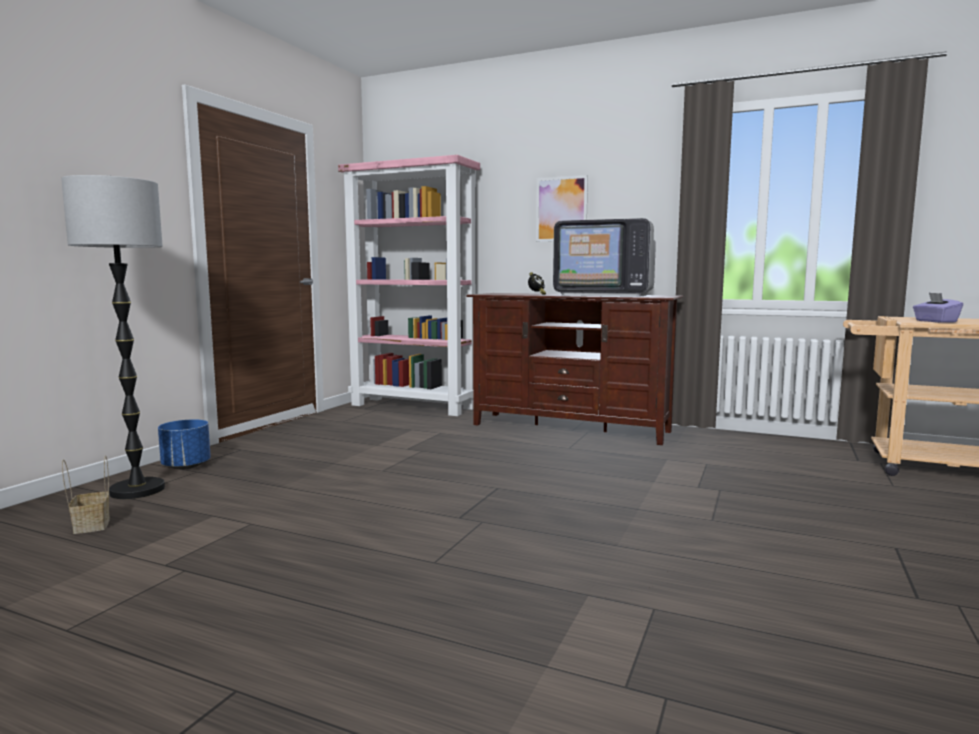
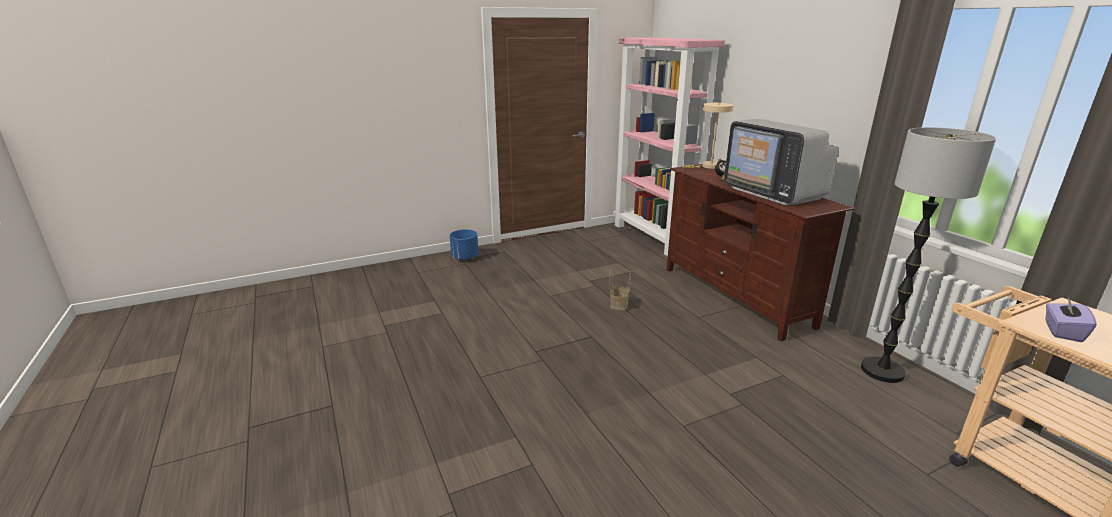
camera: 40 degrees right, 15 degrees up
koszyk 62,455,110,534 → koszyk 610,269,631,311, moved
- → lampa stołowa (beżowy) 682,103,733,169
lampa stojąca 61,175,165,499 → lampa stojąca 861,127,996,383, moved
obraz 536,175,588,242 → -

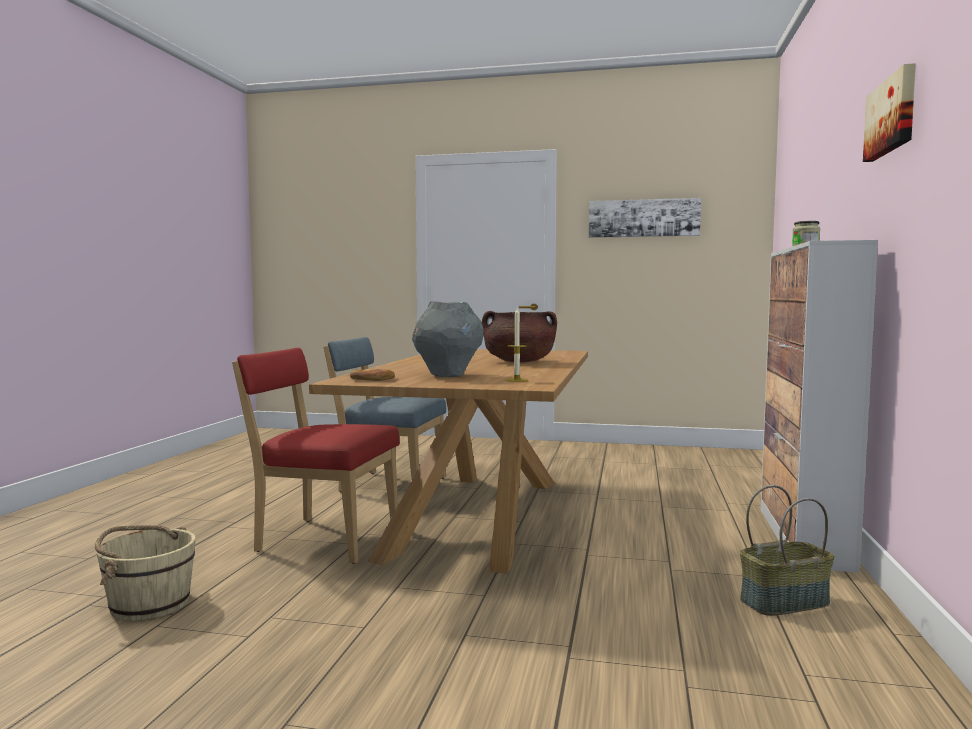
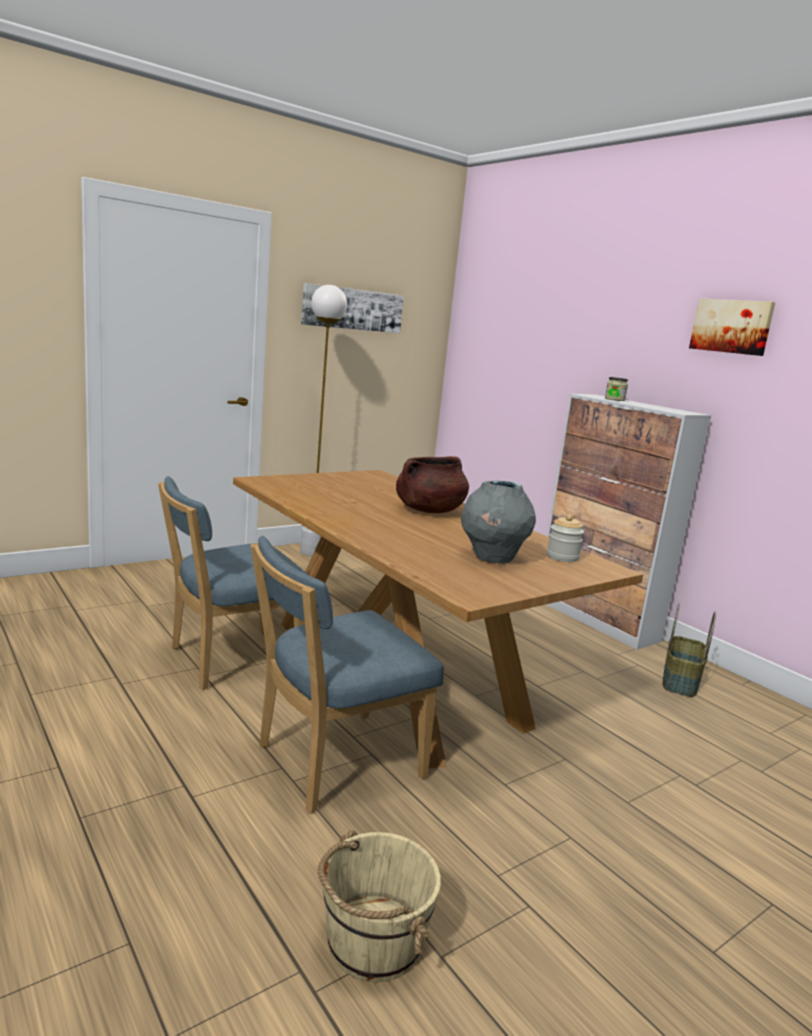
camera: 50 degrees left, 10 degrees up
krzesło (czerwony) 232,348,399,564 → krzesło (niebieski) 251,536,444,814
- → lampa stojąca (biały) 300,285,347,557
świeca 506,308,528,382 → słoik 547,515,584,562
chleb 350,369,395,381 → -

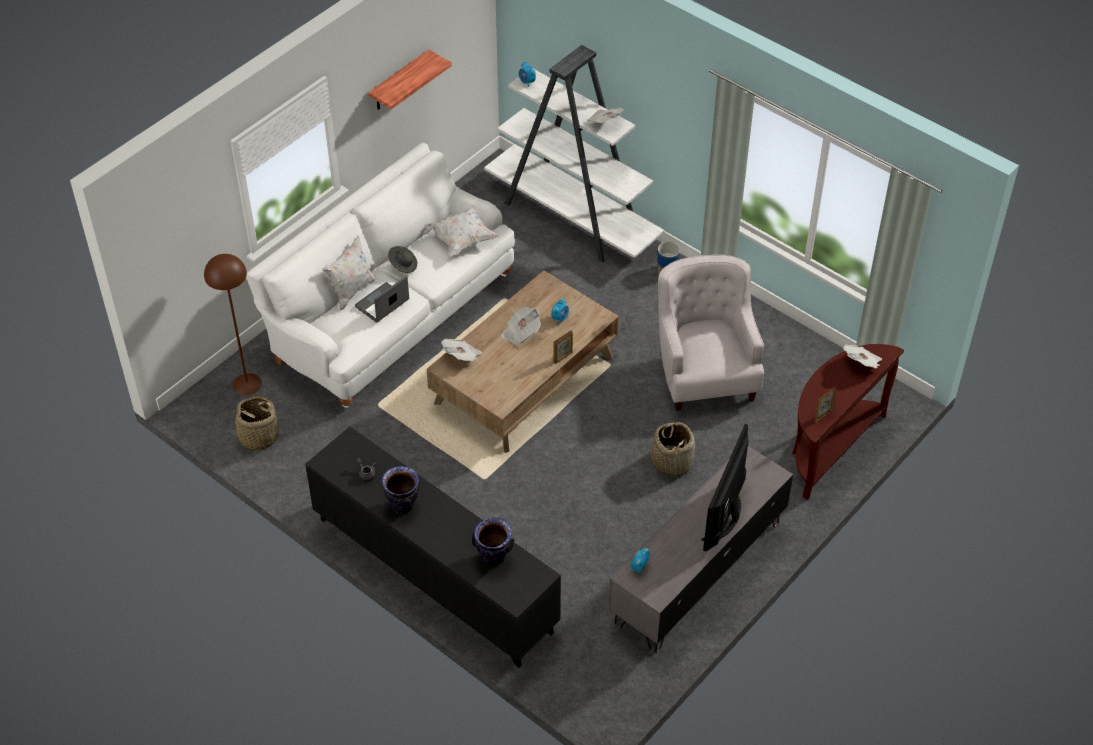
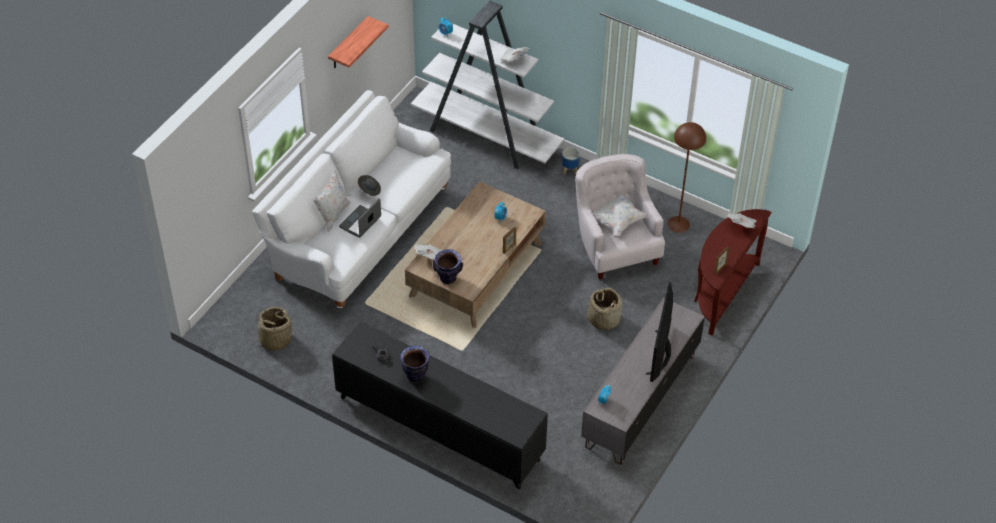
camera: 10 degrees left, 0 degrees up
wazon 472,518,515,566 → wazon 433,249,463,284, moved
poduszka (biały) 426,205,499,256 → poduszka (biały) 592,192,649,236, moved
lampa stojąca (brązowy) 204,254,262,395 → lampa stojąca (brązowy) 667,122,706,233, moved
gazeta 501,307,541,346 → -

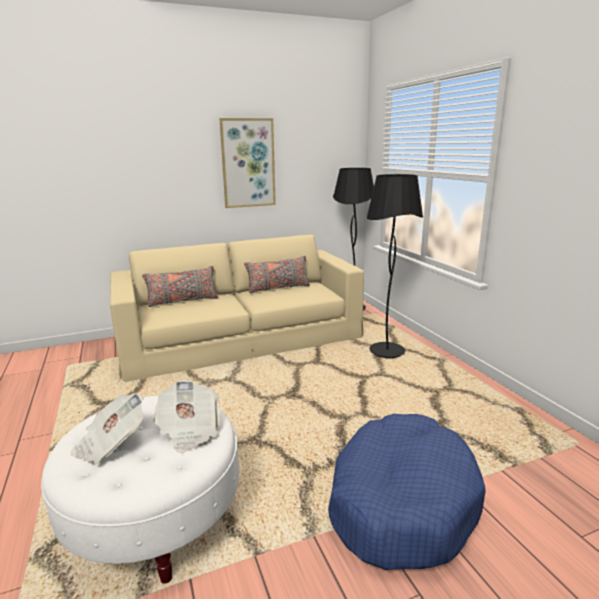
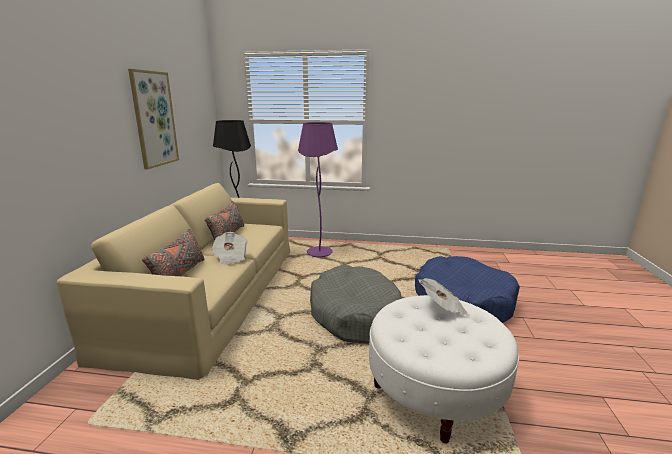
camera: 60 degrees left, 0 degrees up
gazeta 71,393,144,464 → gazeta 211,232,248,266, moved
lampa stojąca (czarny) 367,174,423,358 → lampa stojąca (fioletowy) 298,122,338,257
- → legowisko (szary) 310,265,402,343

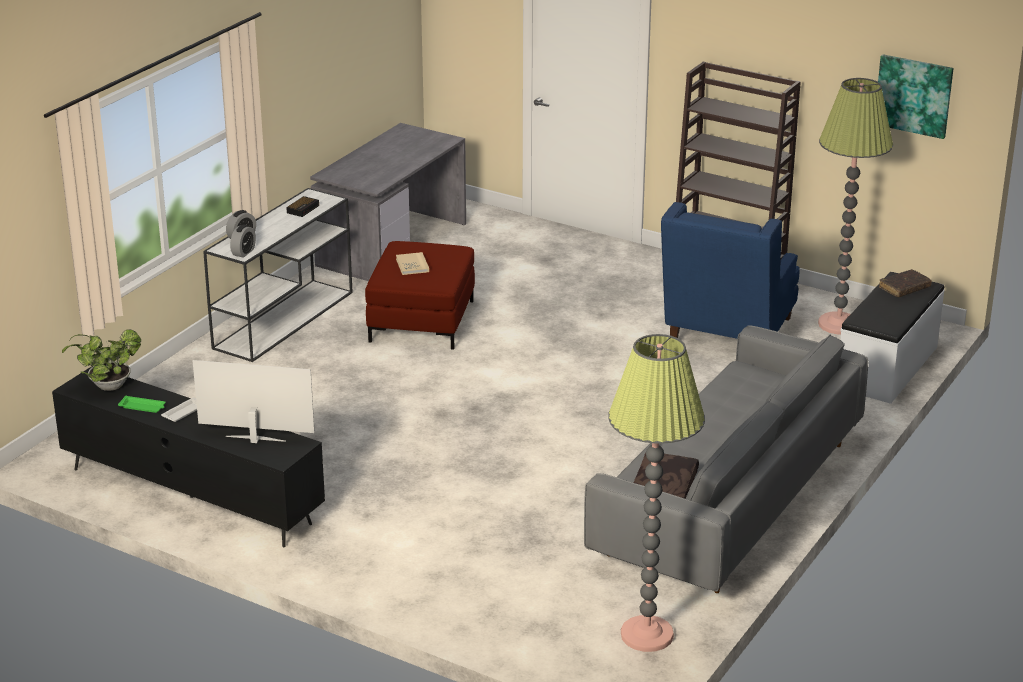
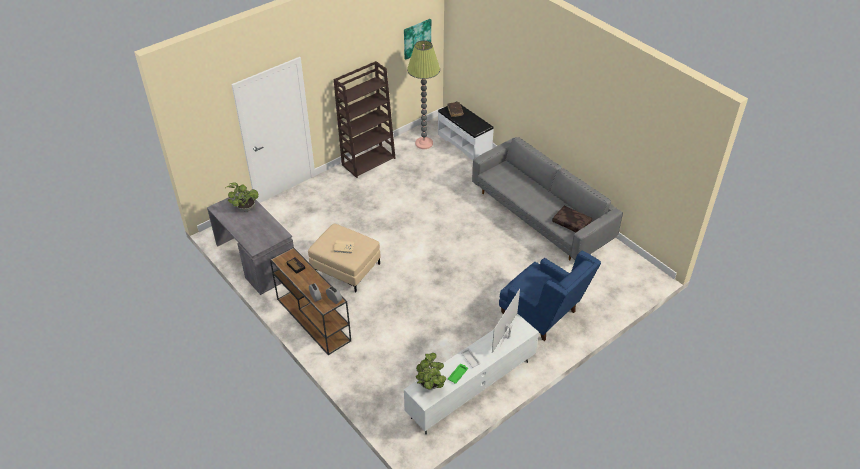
camera: 70 degrees left, 15 degrees up
- → roślina doniczkowa 227,183,258,211
stolik konsolowy (biały) 203,188,353,362 → stolik konsolowy (brązowy) 270,247,351,355
pufa (czerwony) 365,241,475,350 → pufa (beżowy) 308,224,381,292
szafka pod telewizor (czarny) 52,366,325,547 → szafka pod telewizor (biały) 404,314,539,434
fotel (niebieski) 661,202,800,339 → fotel (niebieski) 499,251,601,341, moved
lampa stojąca 608,334,705,652 → -

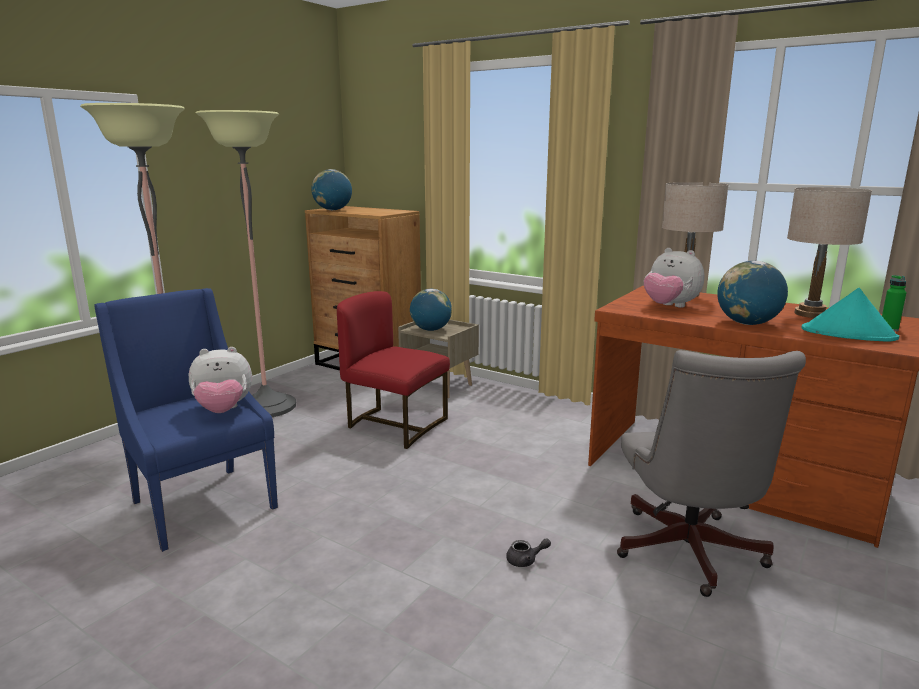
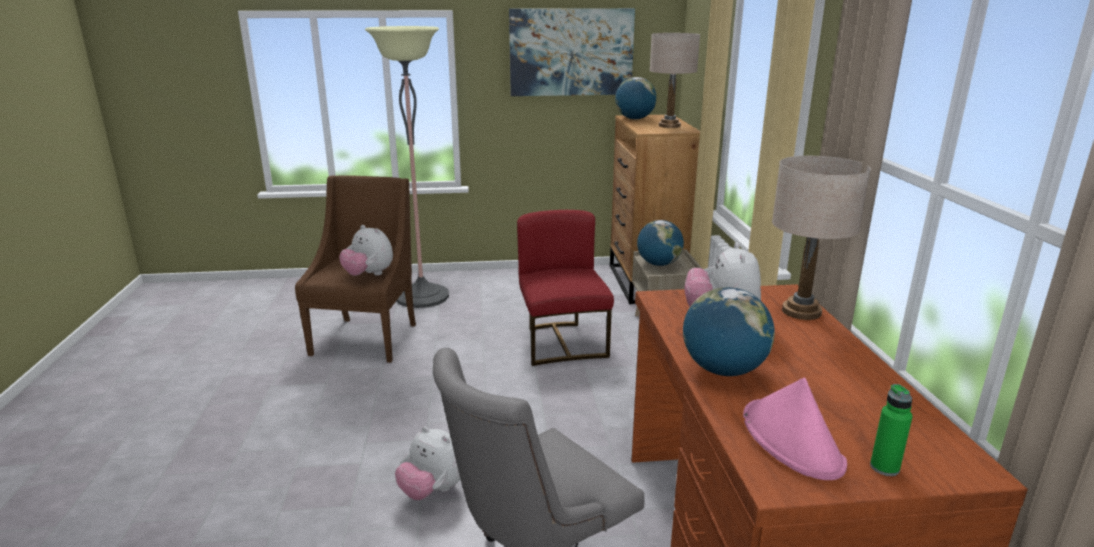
camera: 50 degrees right, 5 degrees up
fotel (niebieski) 94,288,278,552 → fotel (brązowy) 295,175,416,363
imbryk (szary) 506,538,551,567 → pluszak 395,427,461,500
- → obraz 509,8,635,96
lampa stołowa (beżowy) 787,187,872,318 → lampa stołowa (beżowy) 650,33,700,128, moved
kapelusz (turkusowy) 801,288,899,342 → kapelusz (różowy) 743,377,847,480
lampa stojąca 196,110,296,417 → -

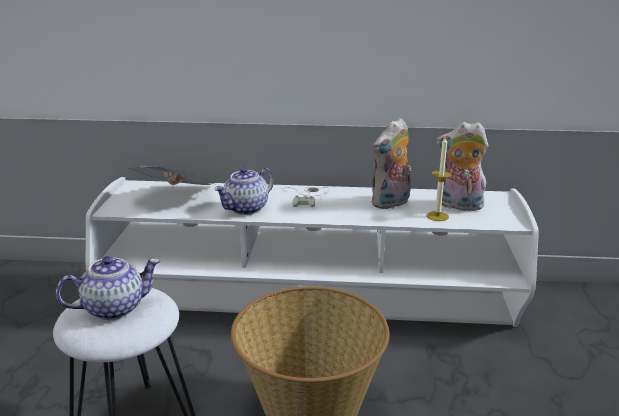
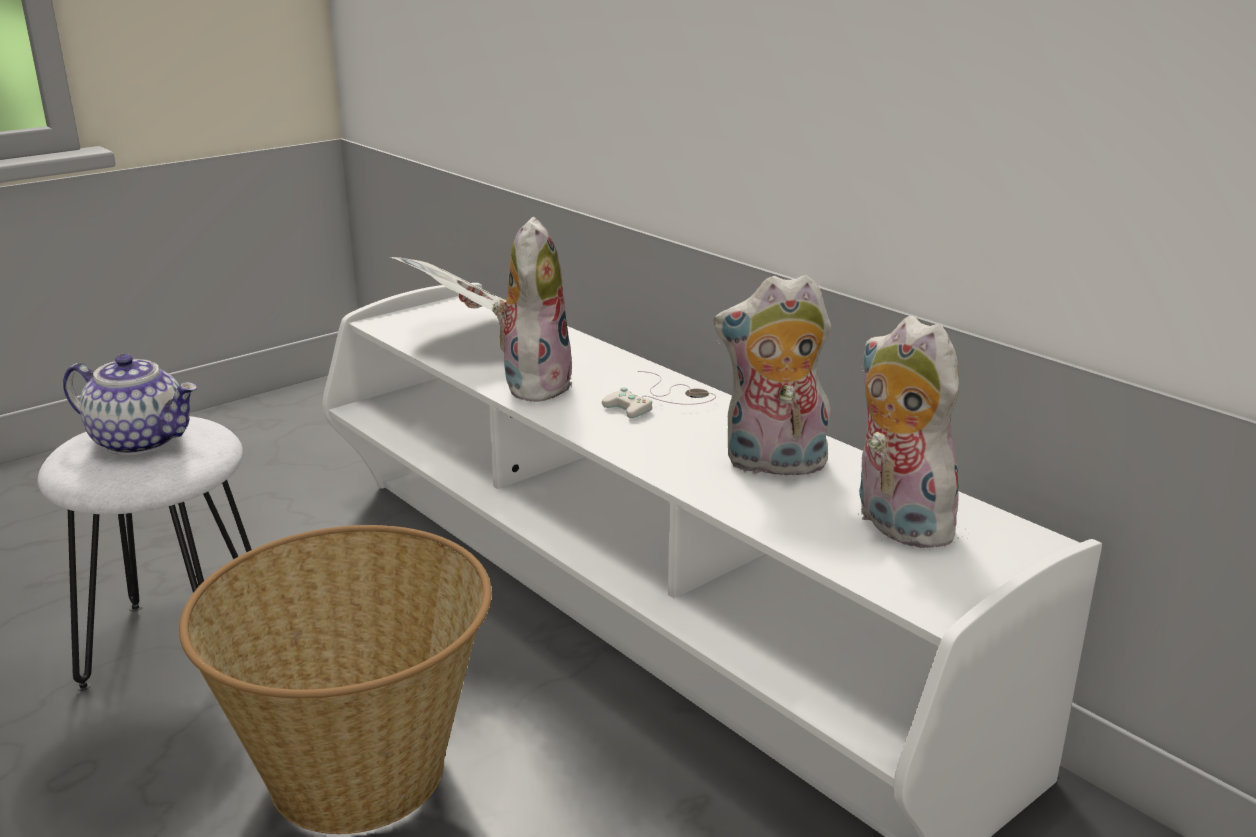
camera: 45 degrees right, 0 degrees up
imbryk 214,167,274,215 → pluszak 492,216,572,402
świeca 426,137,452,221 → -

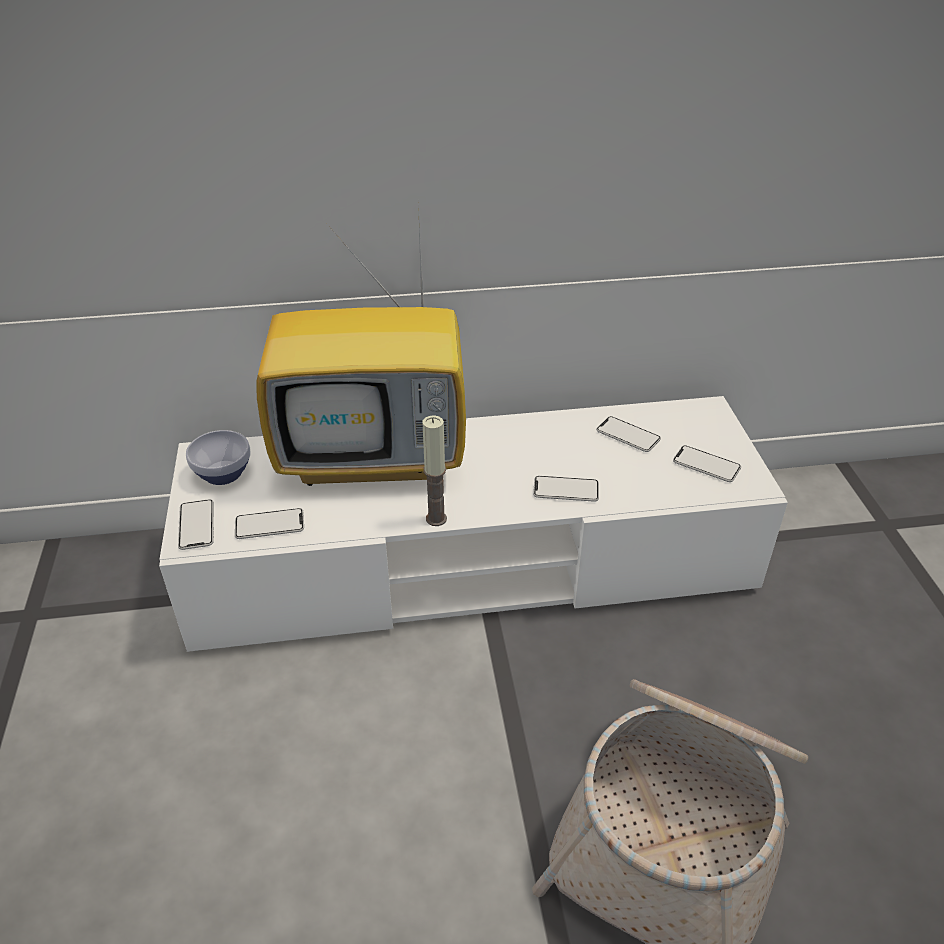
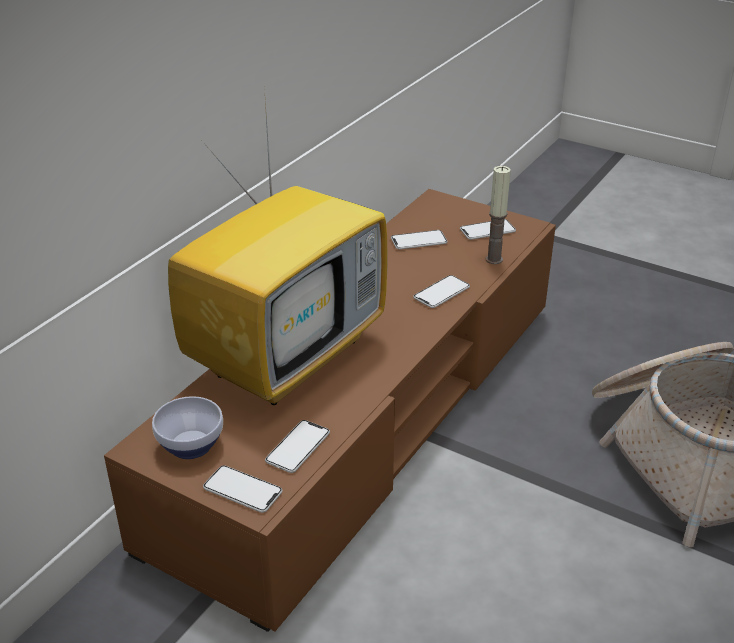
camera: 50 degrees left, 5 degrees down
szafka pod telewizor (biały) 159,396,788,652 → szafka pod telewizor (brązowy) 104,189,556,632
świeca 422,415,447,526 → świeca 486,166,511,264, moved

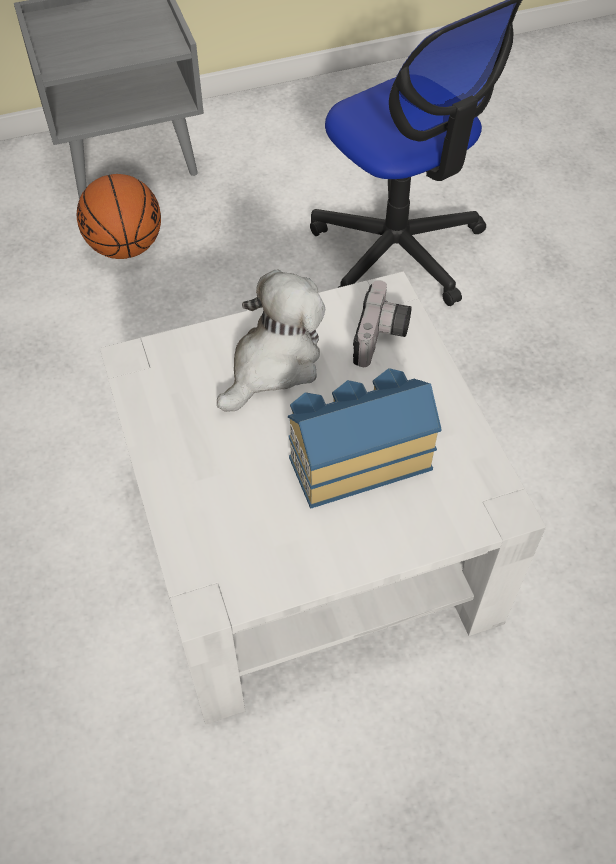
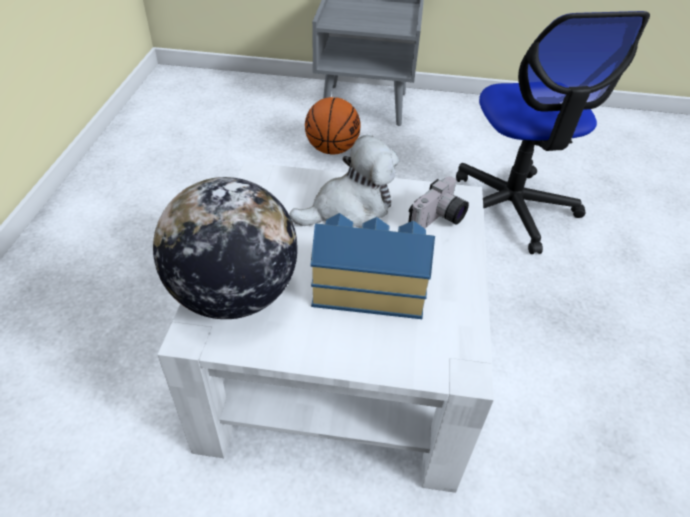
camera: 25 degrees right, 10 degrees down
- → globus 153,177,298,319

